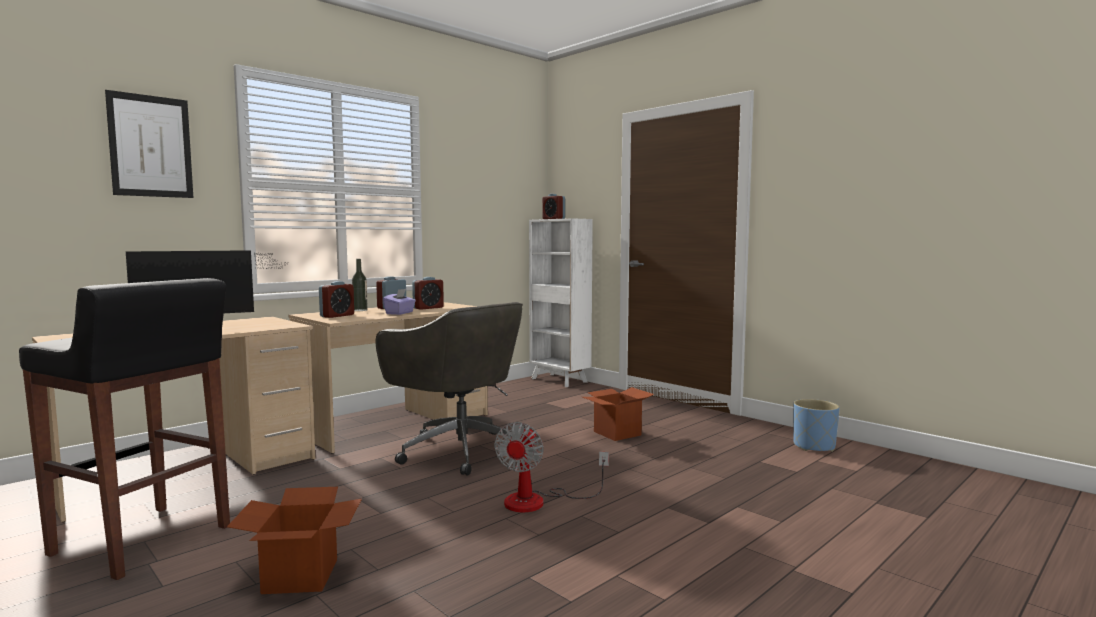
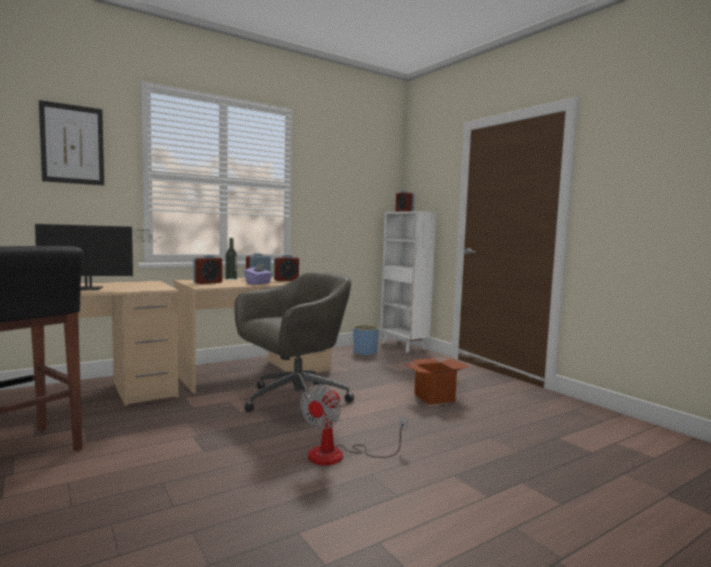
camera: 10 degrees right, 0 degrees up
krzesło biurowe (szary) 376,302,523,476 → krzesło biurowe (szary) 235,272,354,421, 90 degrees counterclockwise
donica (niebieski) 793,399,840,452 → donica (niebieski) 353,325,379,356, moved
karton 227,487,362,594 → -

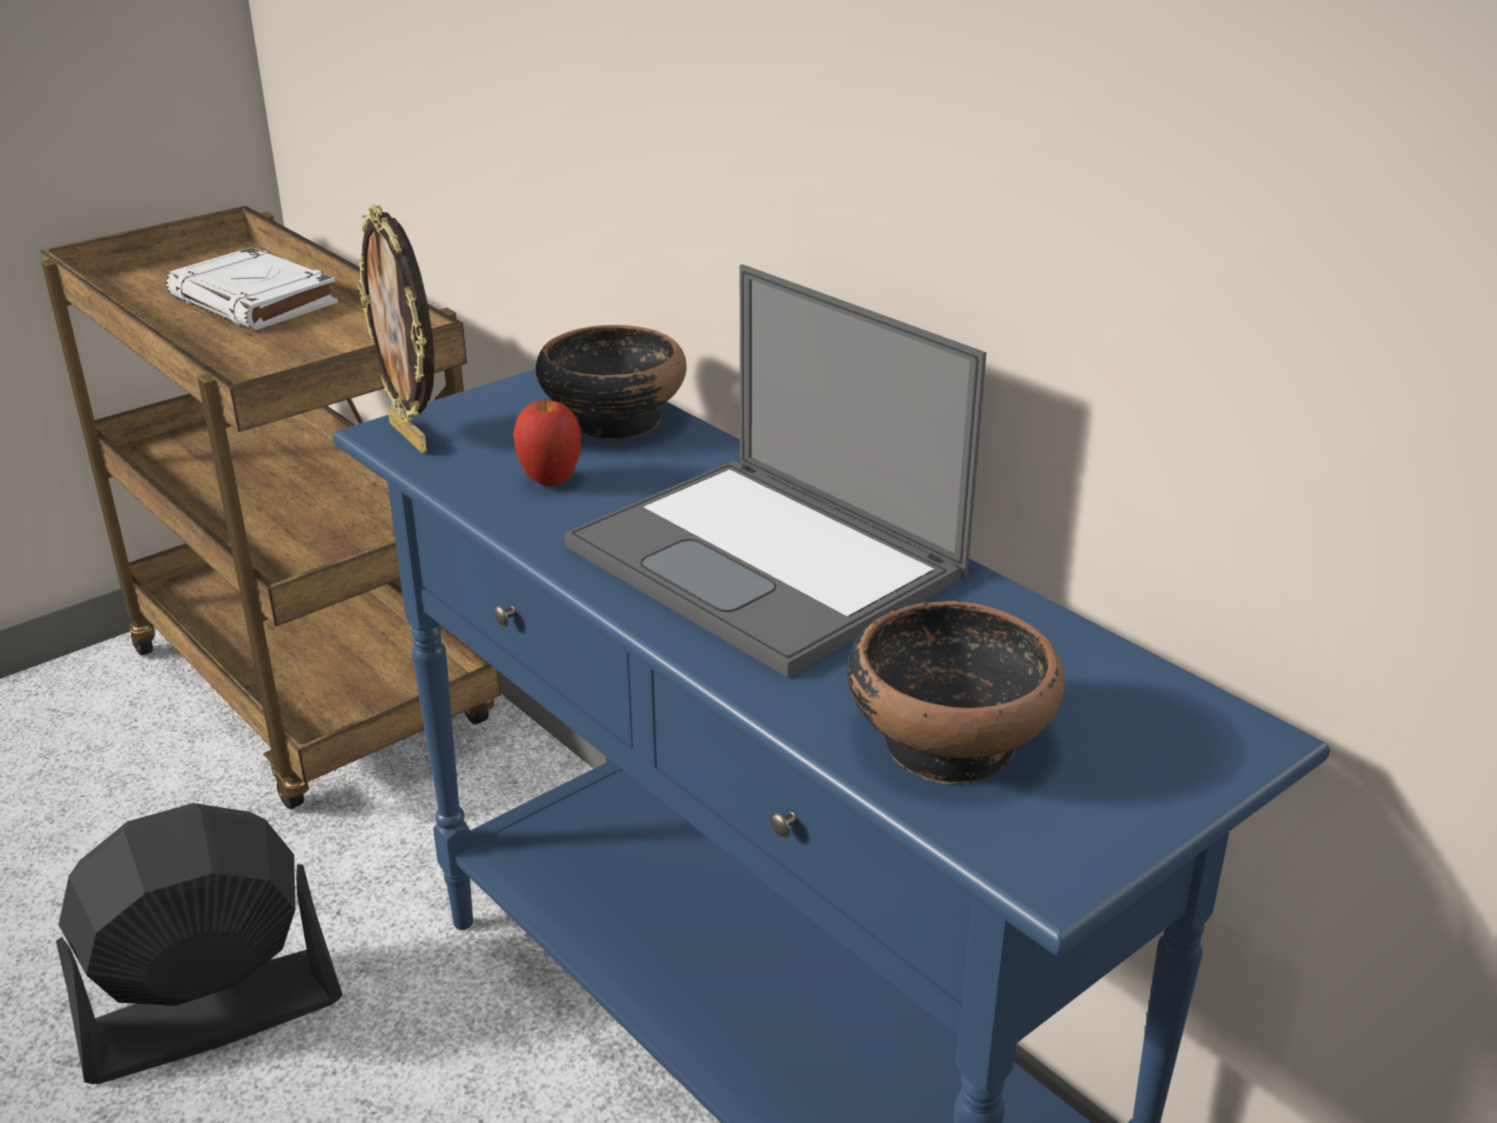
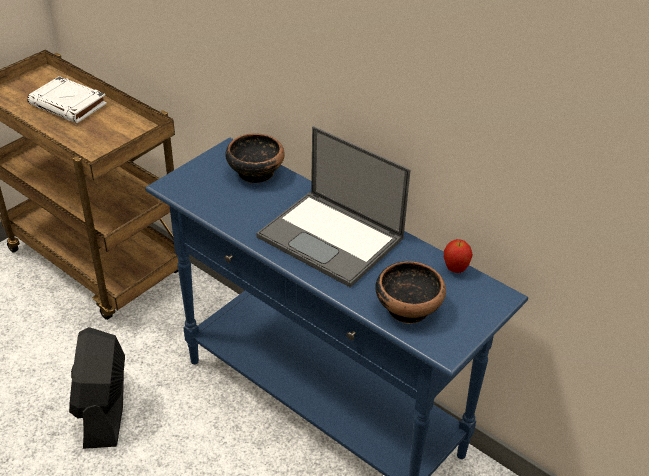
camera: 10 degrees left, 10 degrees up
wentylator (czarny) 56,803,343,1084 → wentylator (czarny) 69,327,125,449, 60 degrees counterclockwise
jabłko 513,397,581,486 → jabłko 444,239,473,273, moved
ramka na zdjęcie 358,204,434,453 → -

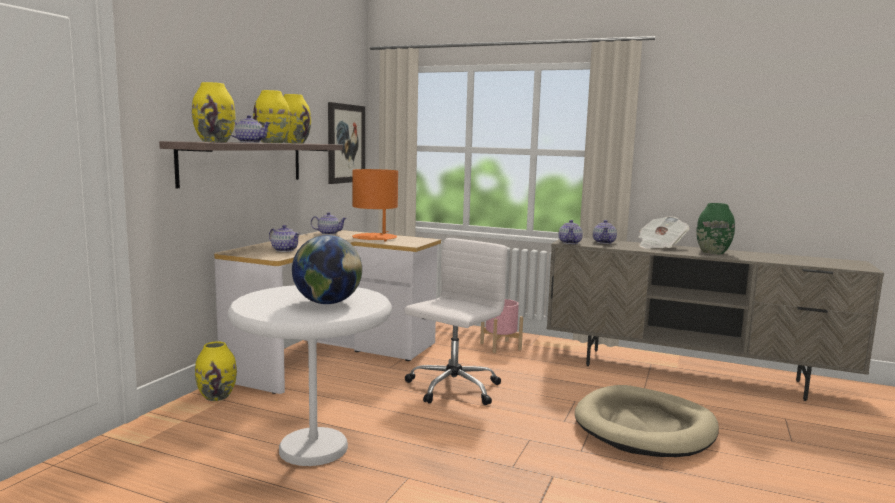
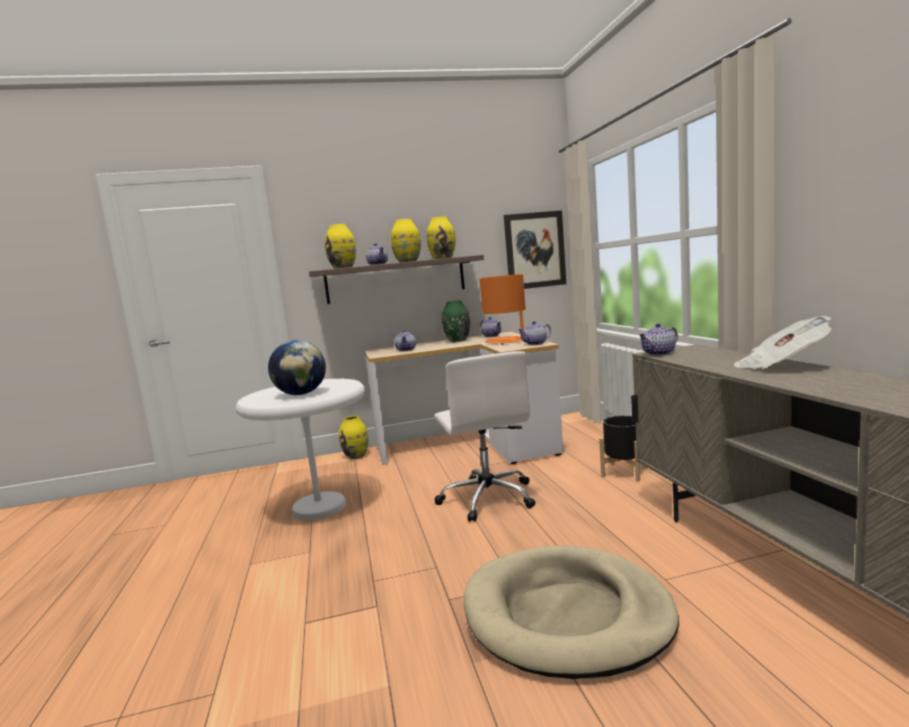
camera: 55 degrees right, 0 degrees up
krzesło biurowe (biały) 405,238,507,405 → krzesło biurowe (biały) 434,351,535,522, 75 degrees clockwise
wazon (zielony) 696,203,735,254 → wazon (zielony) 442,300,470,342, moved
imbryk 593,220,617,244 → imbryk 517,321,551,345, moved
donica (różowy) 480,299,523,353 → donica (czarny) 599,416,648,482

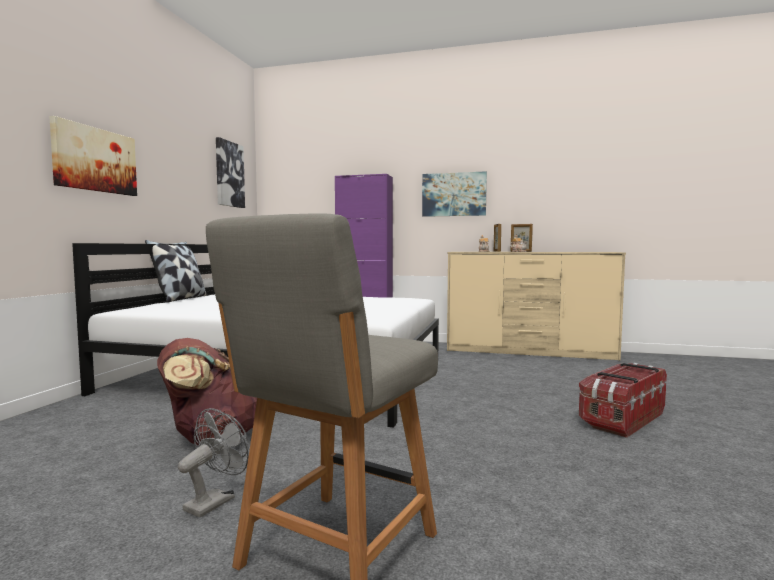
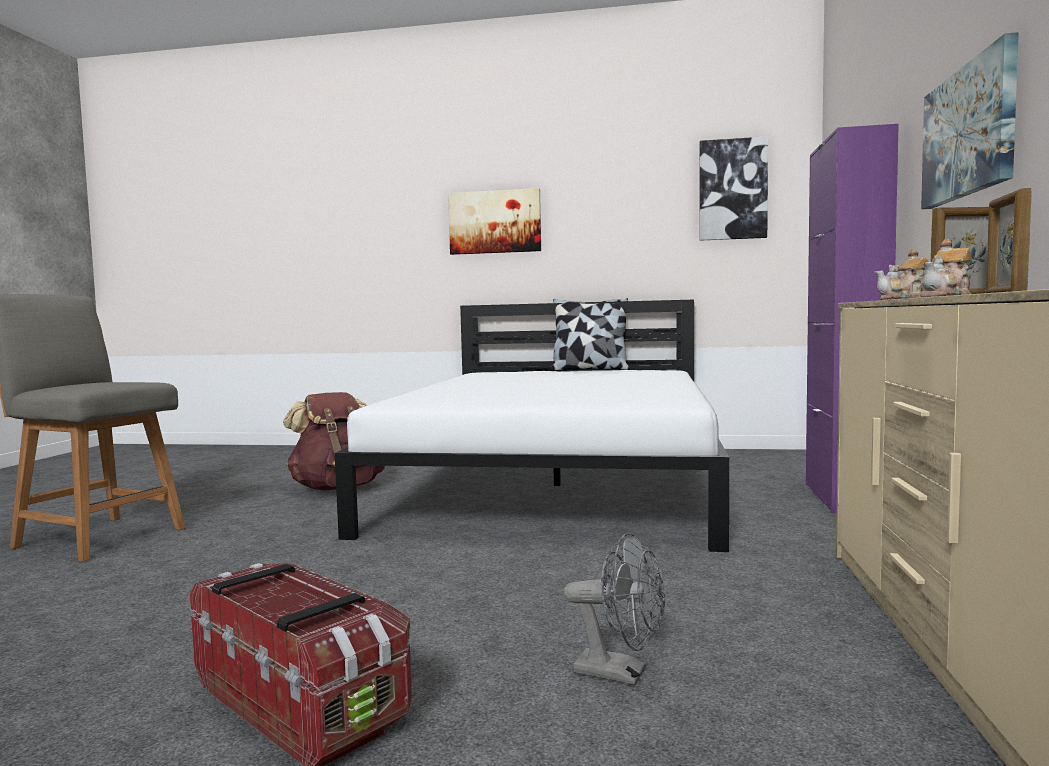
camera: 85 degrees right, 0 degrees up
wentylator (szary) 178,408,249,518 → wentylator (szary) 564,533,665,685, moved

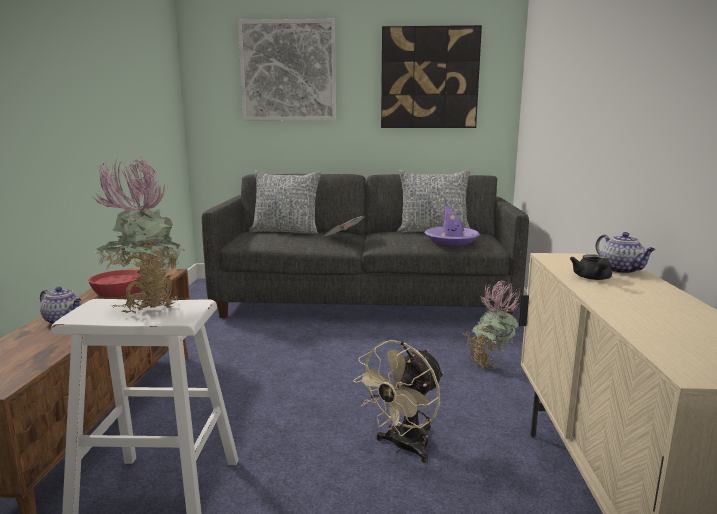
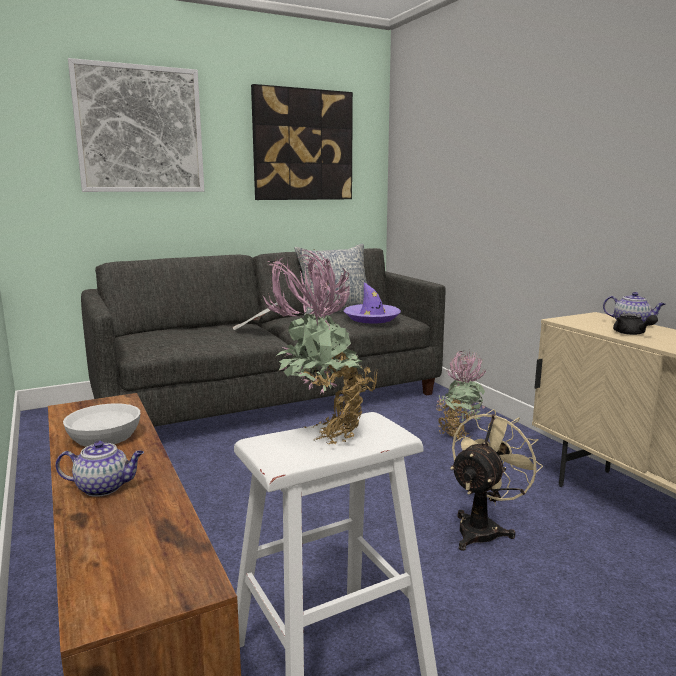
camera: 30 degrees left, 0 degrees up
miska (czerwony) 88,270,142,297 → miska (biały) 63,404,140,447
wentylator (beżowy) 353,340,444,463 → wentylator (beżowy) 450,409,543,551, 150 degrees counterclockwise
poduszka 249,170,321,234 → -

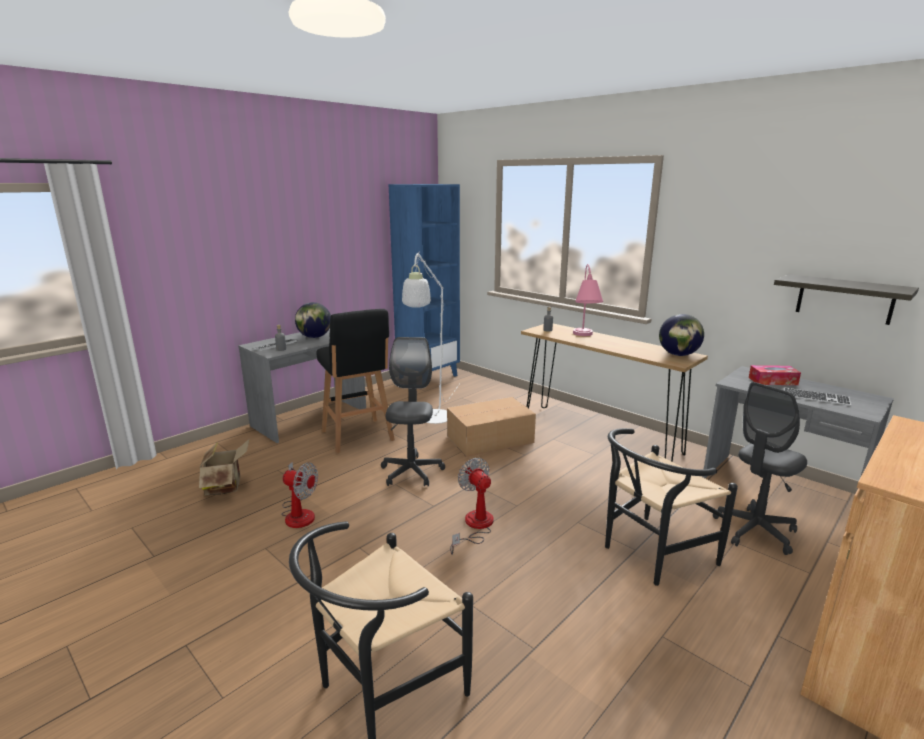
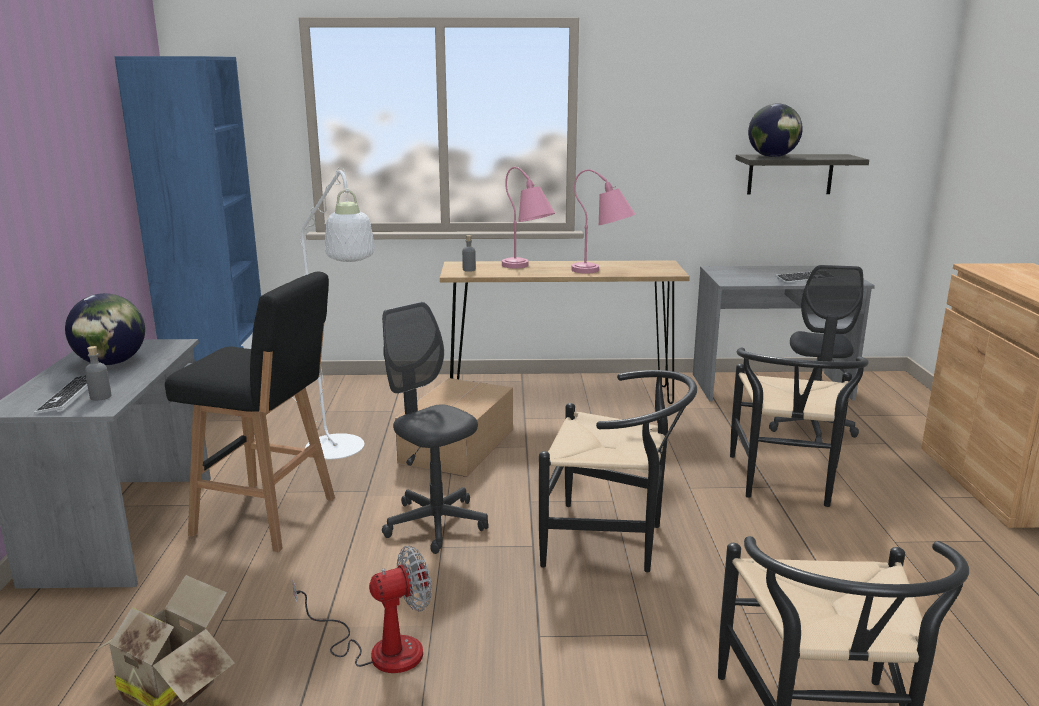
camera: 45 degrees left, 0 degrees up
wentylator 450,458,494,555 → krzesło (czarny) 539,370,697,572
- → lampa stołowa (różowy) 571,169,636,274
globus 659,314,704,356 → globus 748,104,803,157, moved
pudełko chusteczek 749,365,801,385 → -

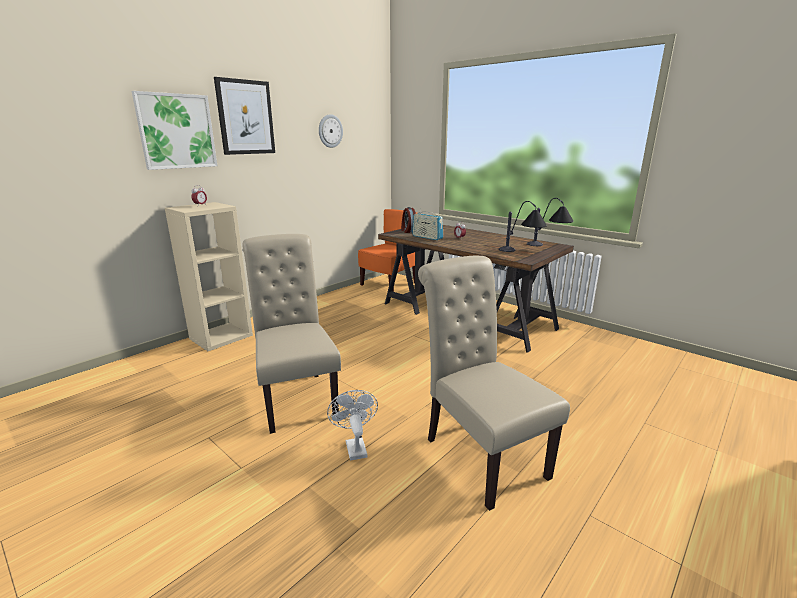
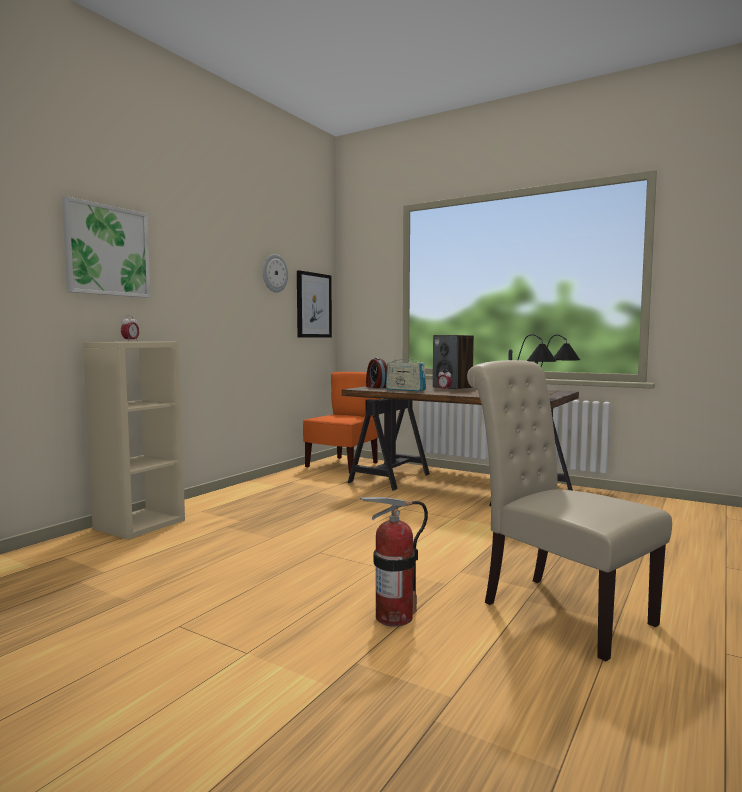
camera: 10 degrees left, 15 degrees down
obraz 214,77,275,155 → obraz 297,270,332,338, moved
wentylator (biały) 327,390,378,461 → gaśnica 360,497,428,626
- → głośnik 433,335,474,389
krzesło (beżowy) 242,234,341,434 → -

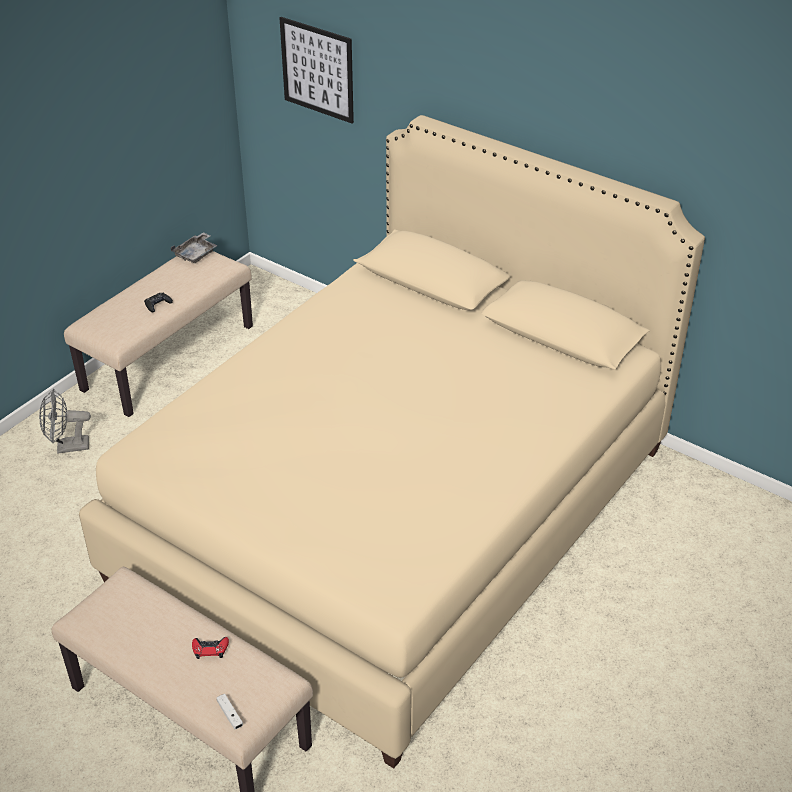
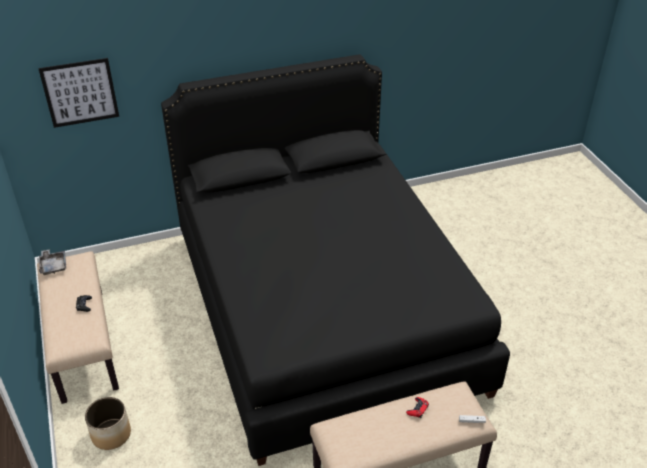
camera: 55 degrees left, 0 degrees up
wentylator (szary) 39,389,91,454 → donica 85,397,131,450
łóżko (beżowy) 79,115,705,768 → łóżko (czarny) 161,54,510,466

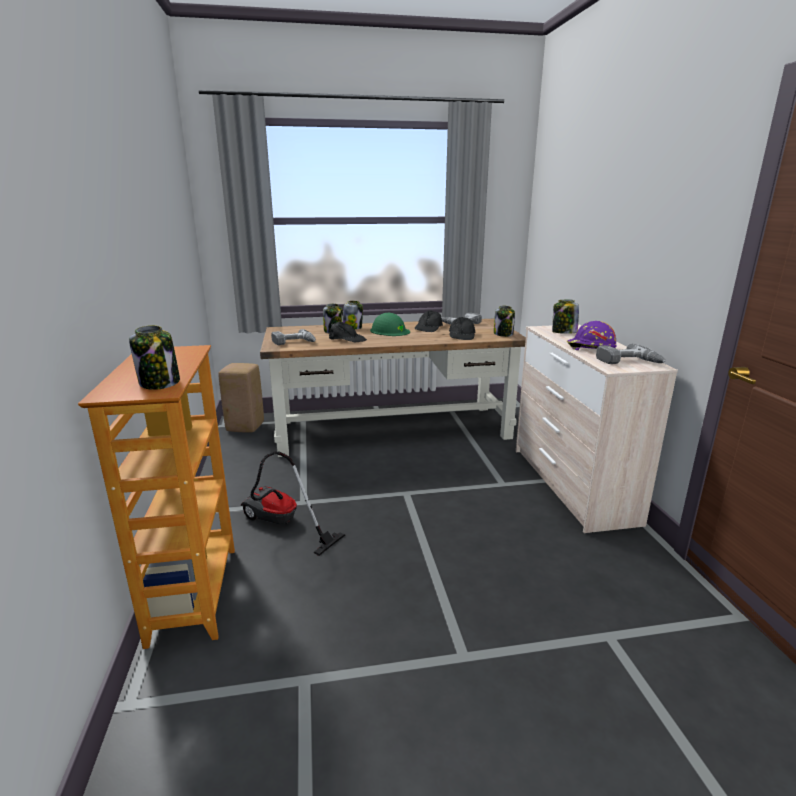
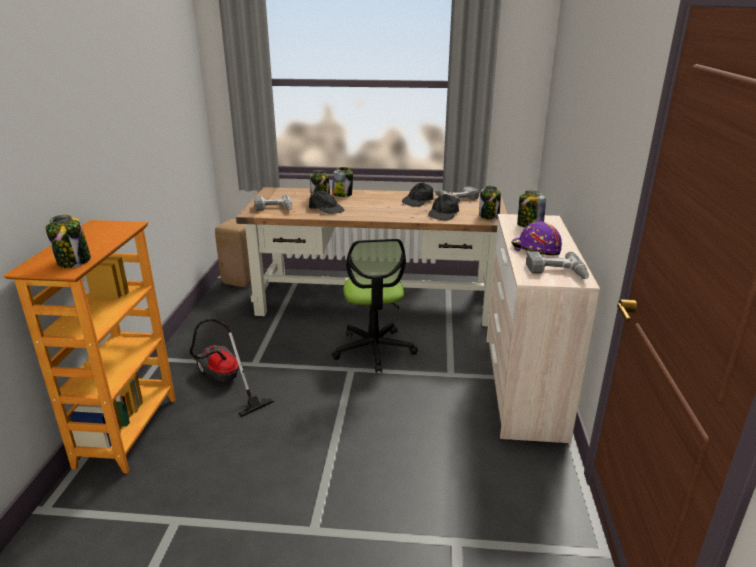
camera: 15 degrees right, 5 degrees up
- → krzesło biurowe 332,239,418,373
kask (zielony) 370,313,410,336 → -

